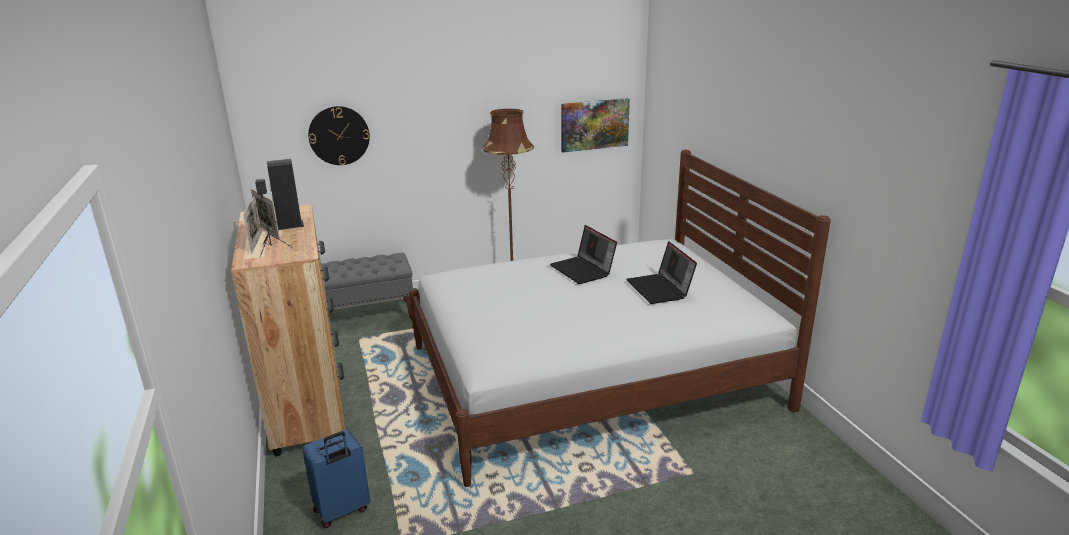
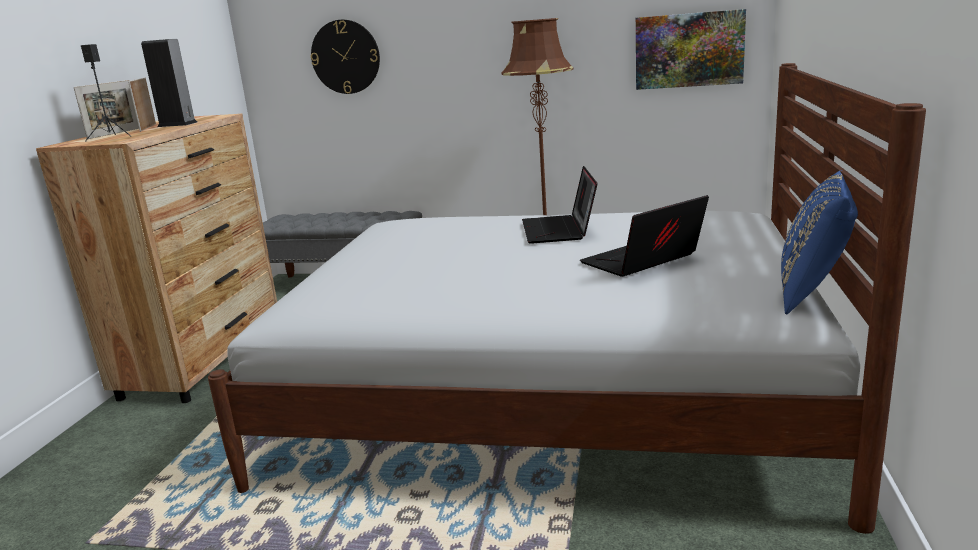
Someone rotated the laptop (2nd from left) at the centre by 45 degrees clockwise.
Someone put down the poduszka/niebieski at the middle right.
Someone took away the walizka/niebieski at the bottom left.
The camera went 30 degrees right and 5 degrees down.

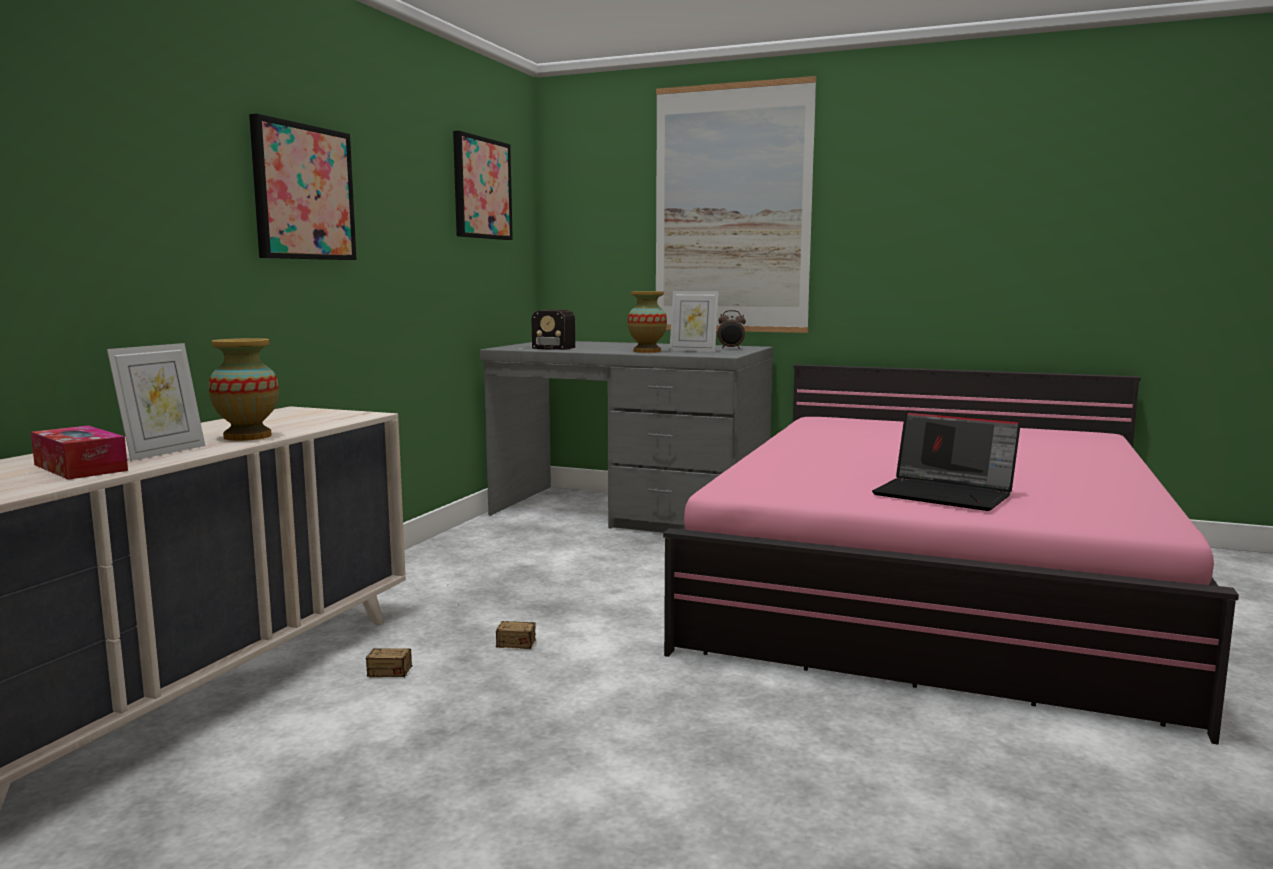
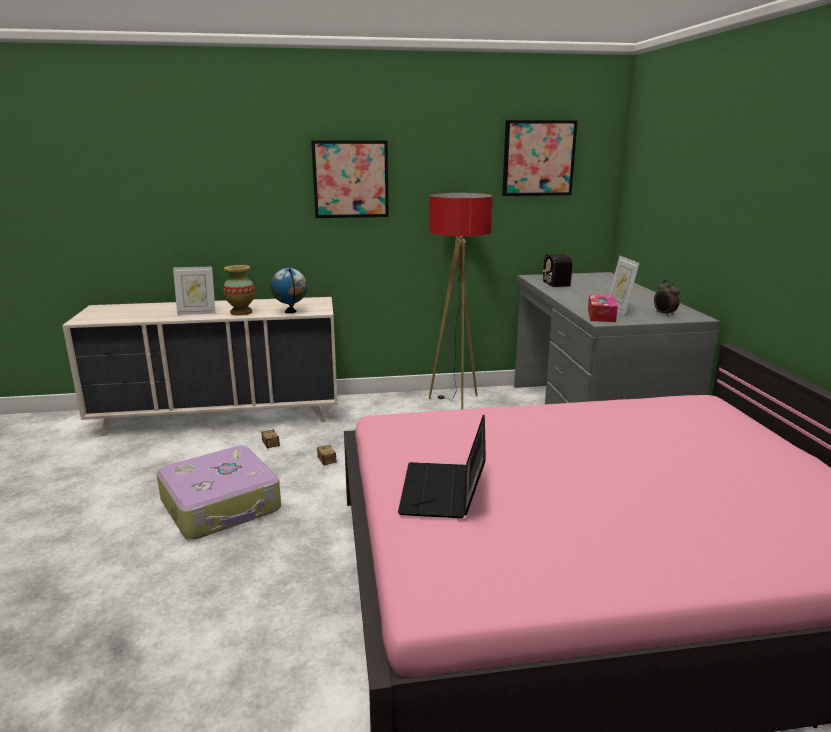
Someone put down the walizka at the bottom left.
Someone put down the globus at the centre.
Someone put down the lampa stojąca at the centre.
Someone carried the pudełko chusteczek from the middle left to the middle right.
Someone took away the wazon (2nd from left) at the centre.
Someone took away the obraz (3rd from left) at the top centre.
The camera went 60 degrees right and 10 degrees up.

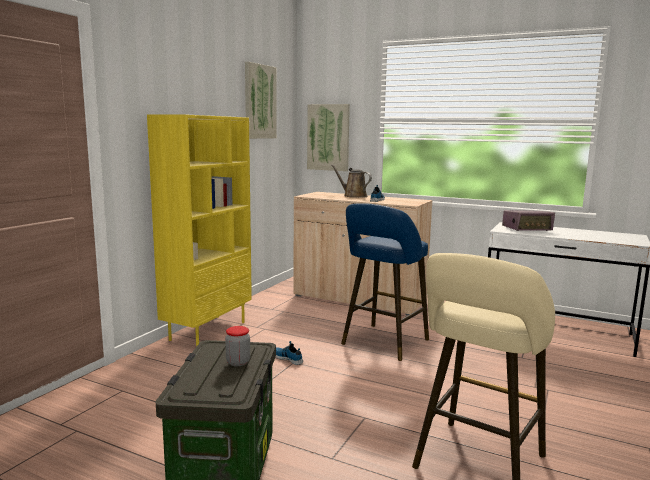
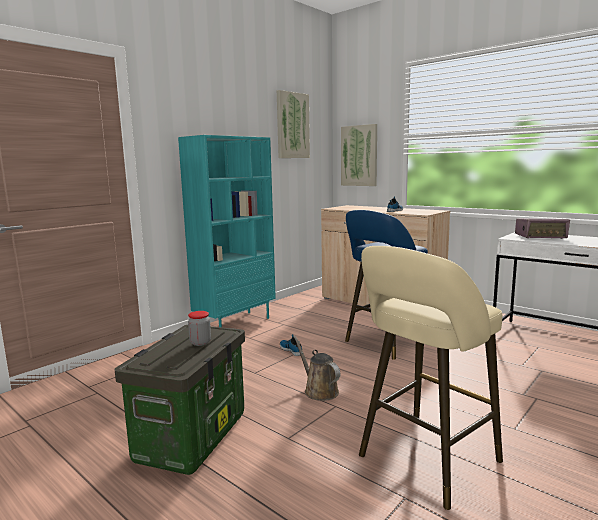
Someone repainted the regał/żółty at the middle left, which became the regał/turkusowy at the centre.
Someone carried the konewka/brązowy from the centre to the bottom centre.
The camera went 15 degrees right and 0 degrees up.

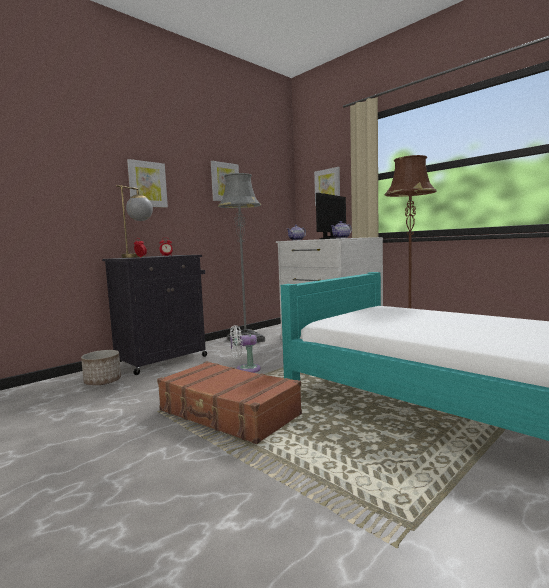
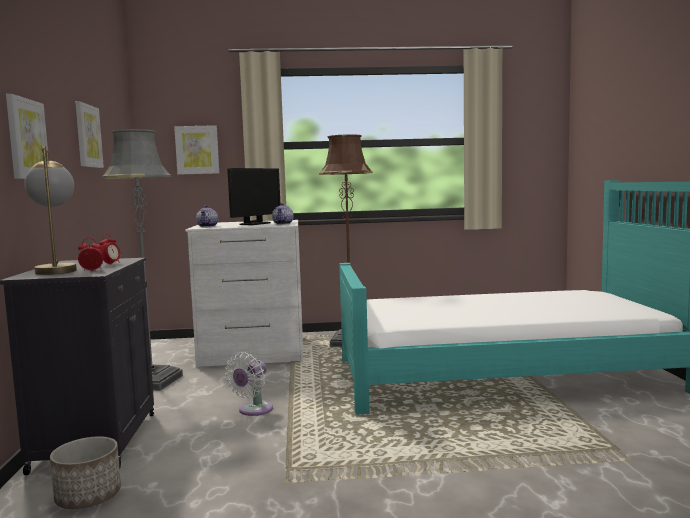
Someone rotated the monitor at the centre by 45 degrees clockwise.
Someone took away the walizka/brązowy at the bottom centre.
The camera went 50 degrees left and 0 degrees up.

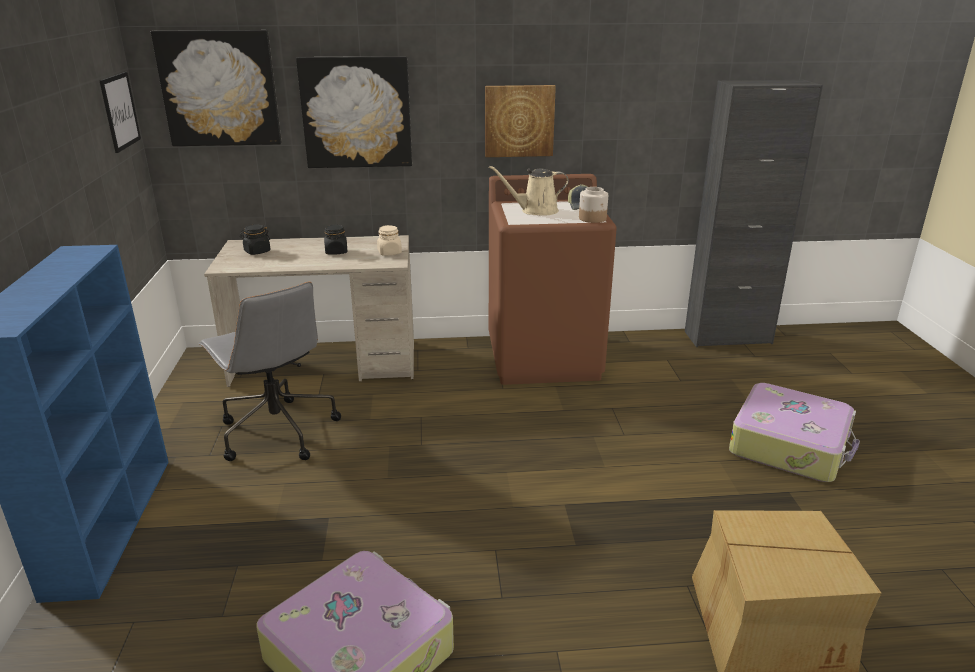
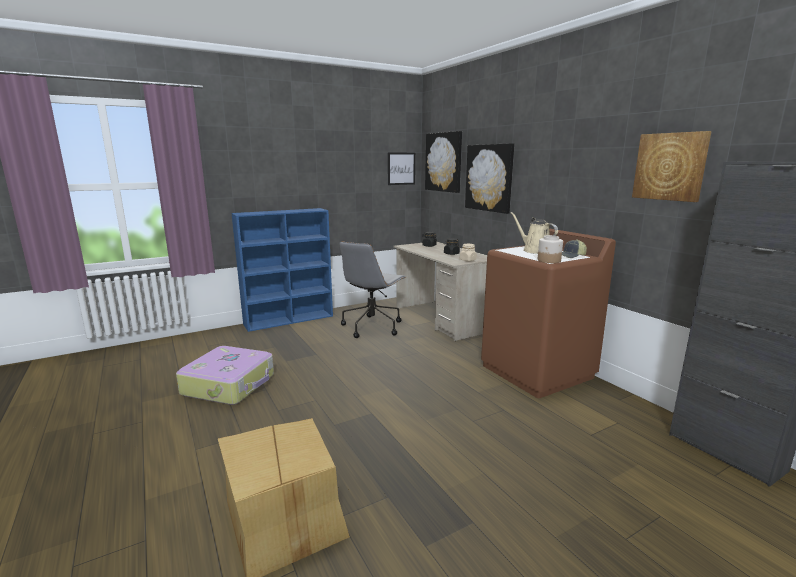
Someone carried the obraz (4th from left) from the top centre to the top right.
Someone took away the walizka (2nd from left) at the middle right.
The camera went 65 degrees right and 10 degrees down.

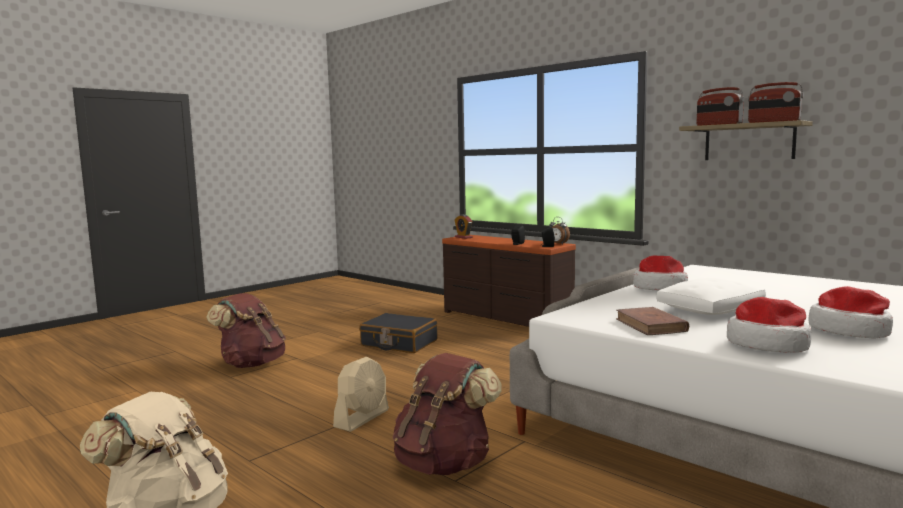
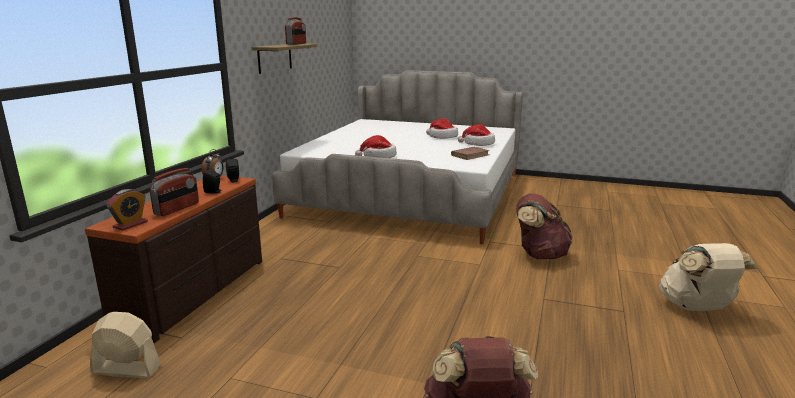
Someone carried the wentylator/beżowy from the bottom centre to the bottom left.
Someone carried the radio (1st from left) from the top right to the middle left.
Someone took away the walizka/czarny at the centre.
Someone took away the poduszka/biały at the middle right.
The camera went 115 degrees left and 10 degrees up.

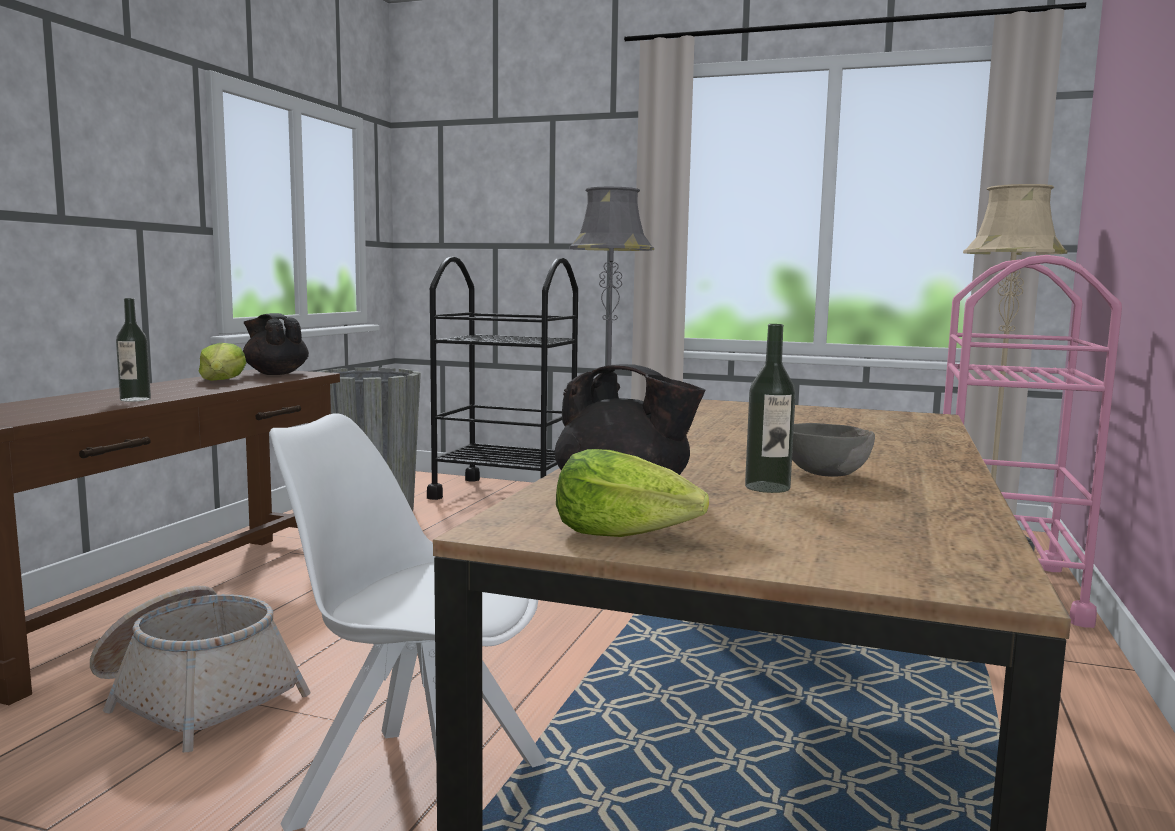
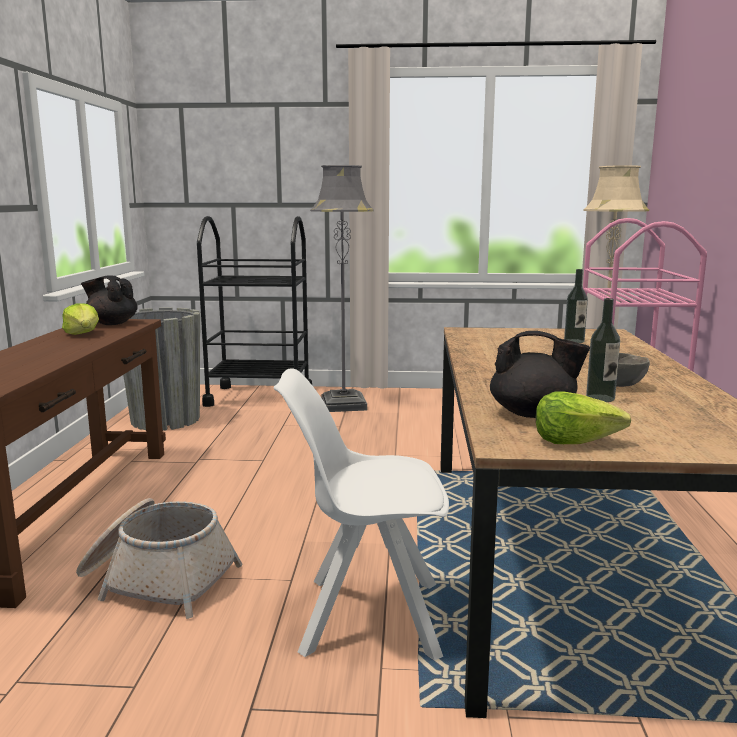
Someone carried the butelka (1st from left) from the middle left to the middle right.
The camera went 15 degrees left and 5 degrees up.

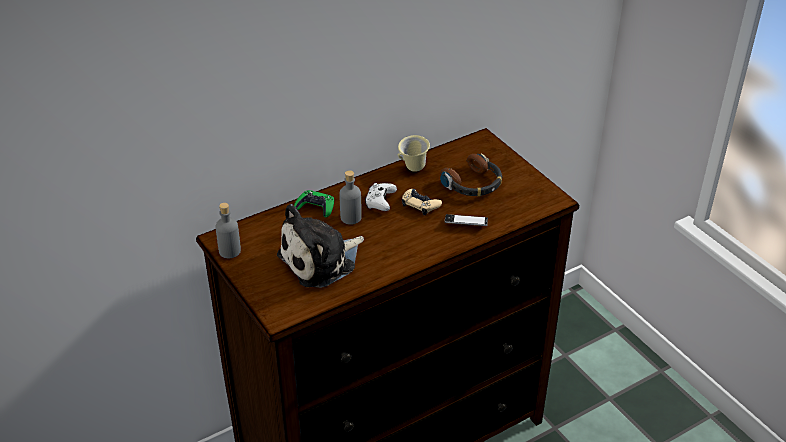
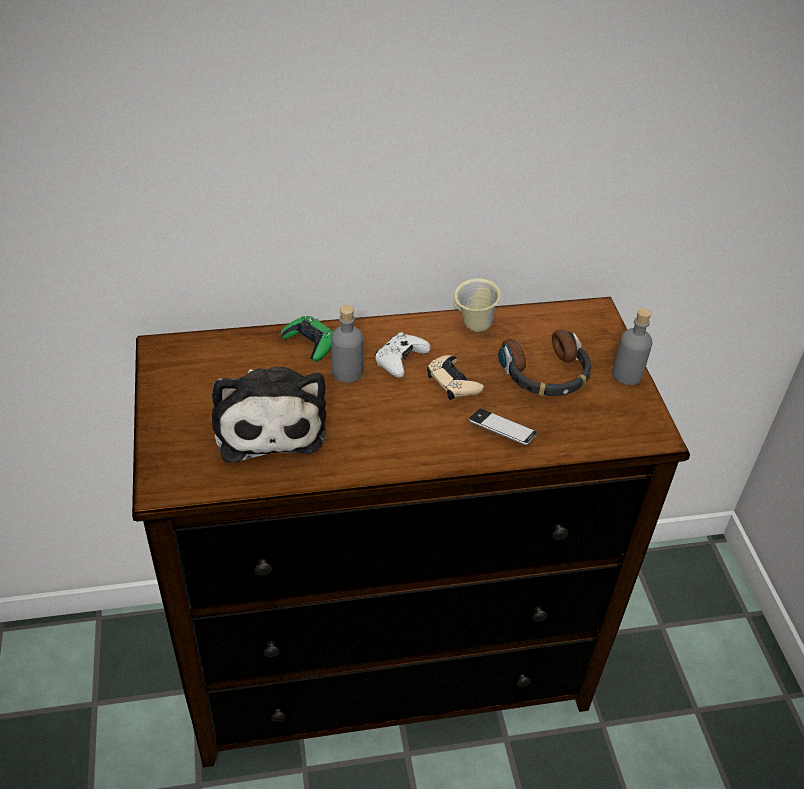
Someone rotated the pluszak at the centre by 90 degrees counterclockwise.
Someone carried the butelka/szary (1st from left in the first image) from the middle left to the middle right.
The camera went 20 degrees right and 5 degrees up.

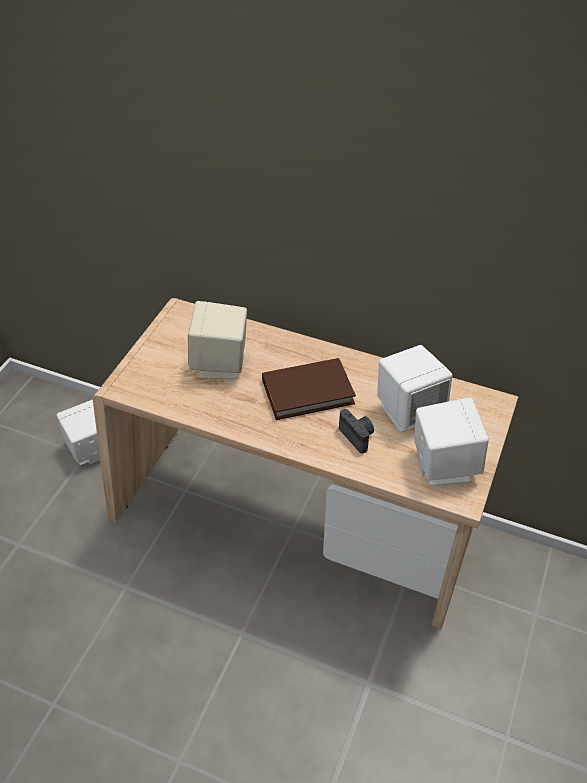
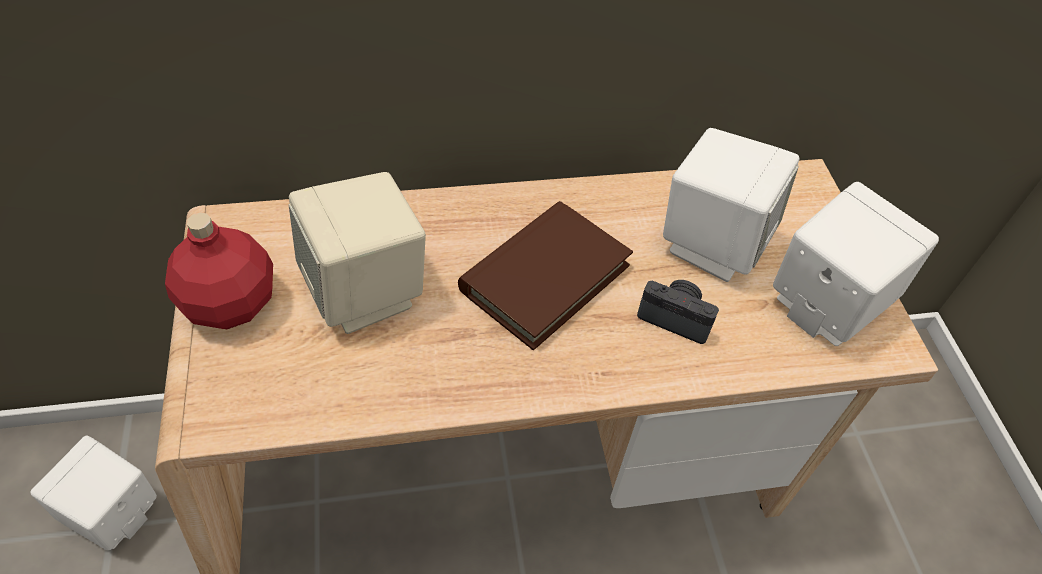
Someone put down the butelka/czerwony at the middle left.
The camera went 35 degrees left and 5 degrees up.

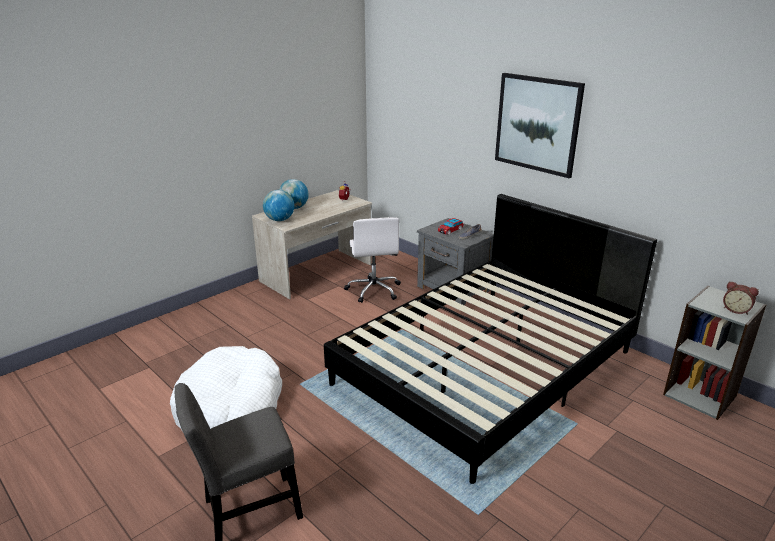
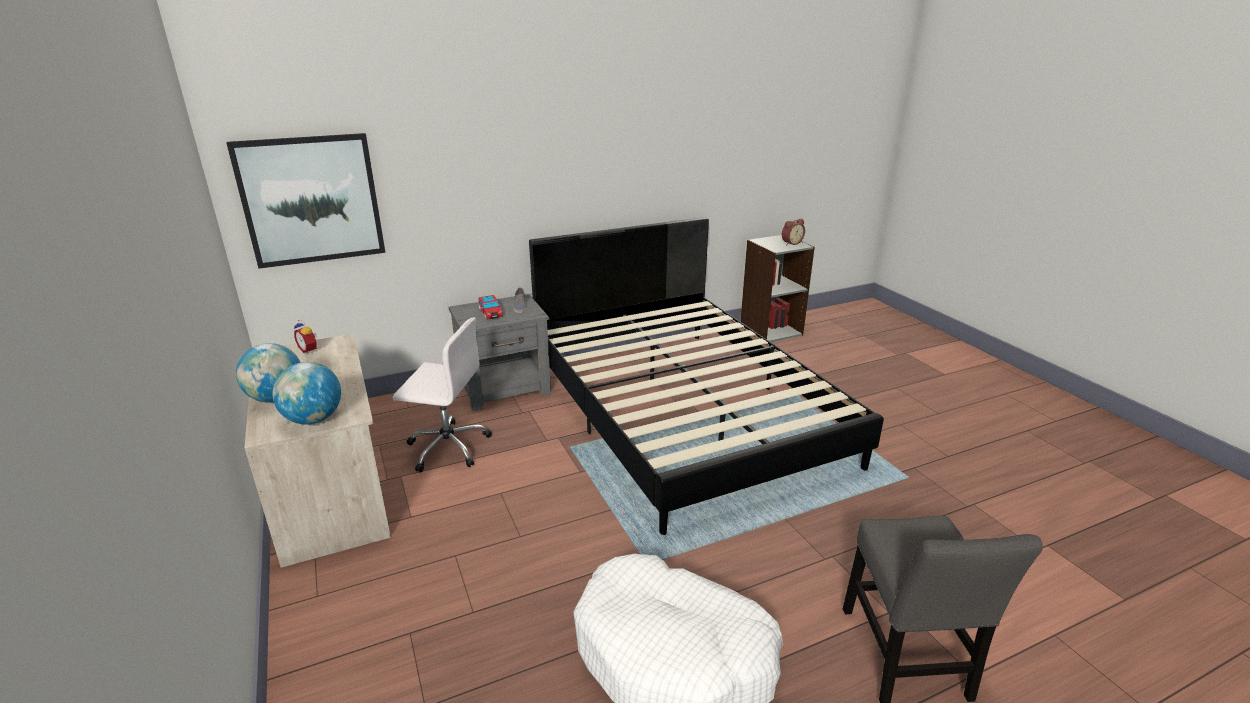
Someone carried the obraz from the top right to the top left.
The camera went 70 degrees left and 0 degrees up.

